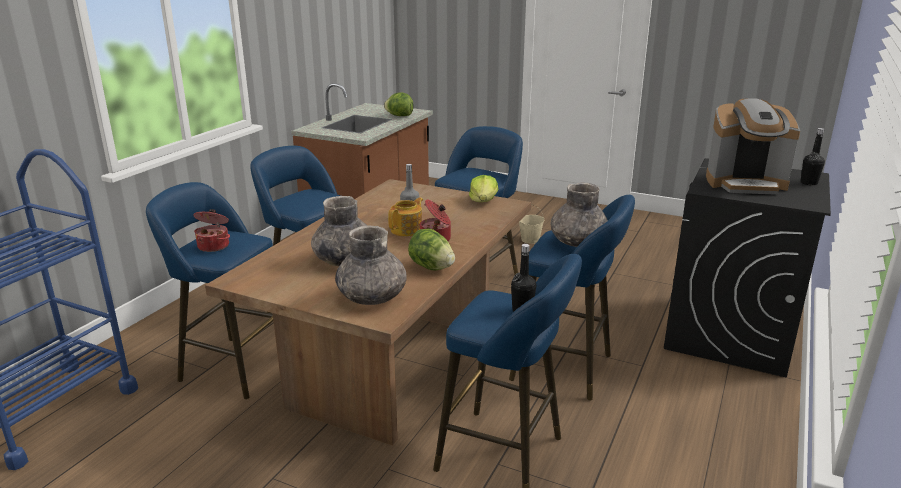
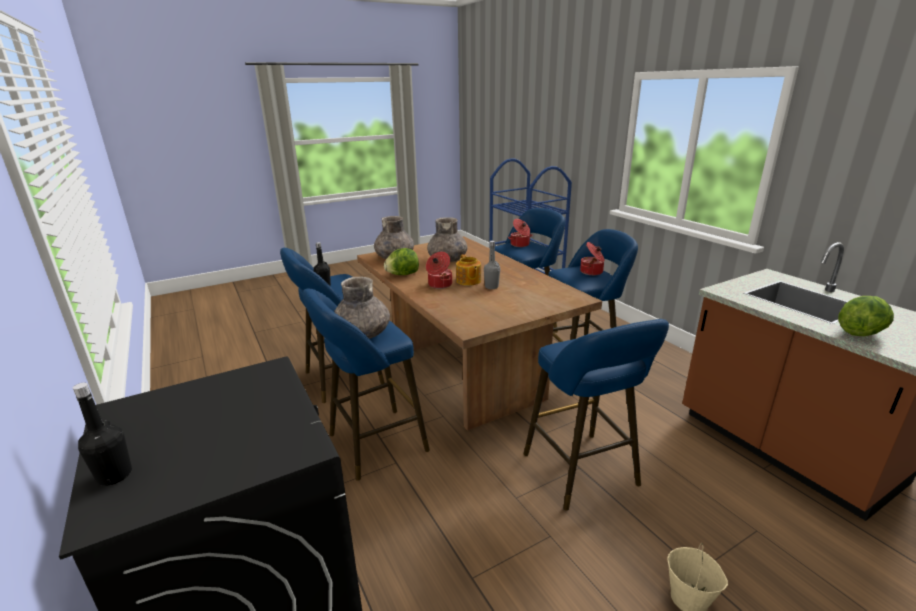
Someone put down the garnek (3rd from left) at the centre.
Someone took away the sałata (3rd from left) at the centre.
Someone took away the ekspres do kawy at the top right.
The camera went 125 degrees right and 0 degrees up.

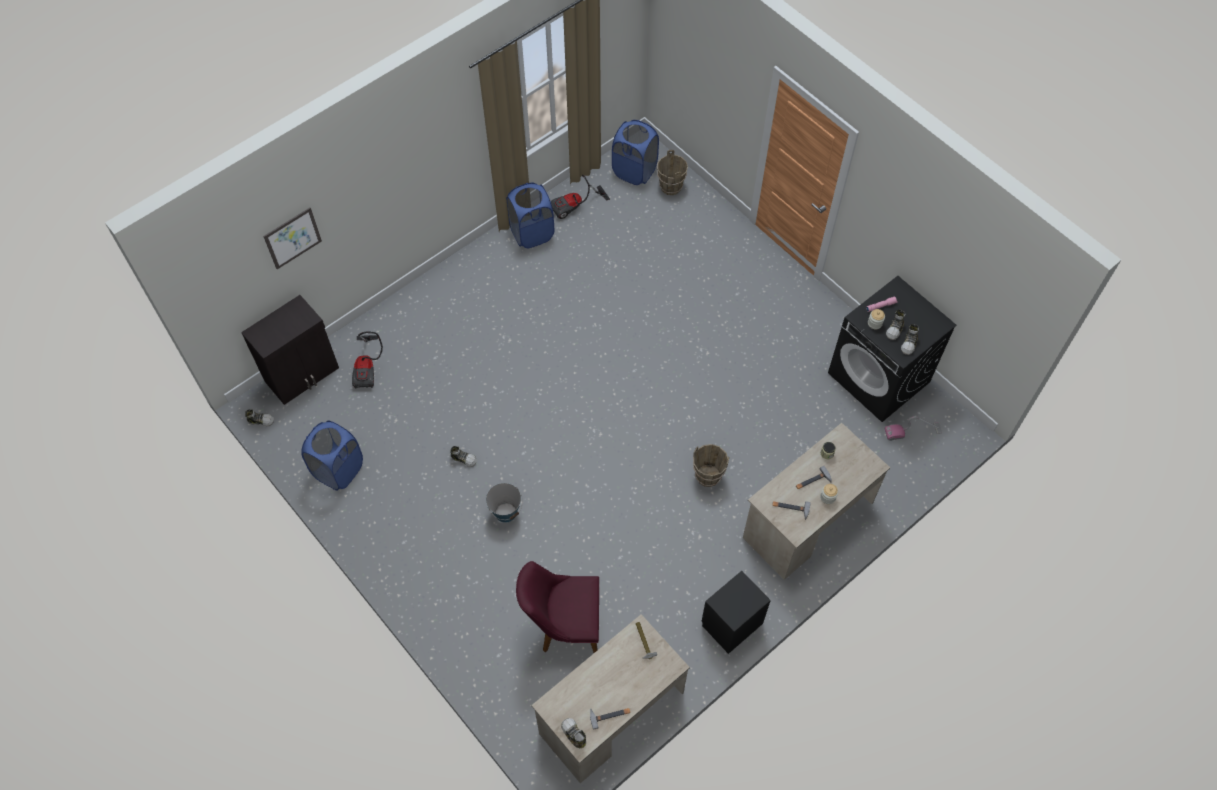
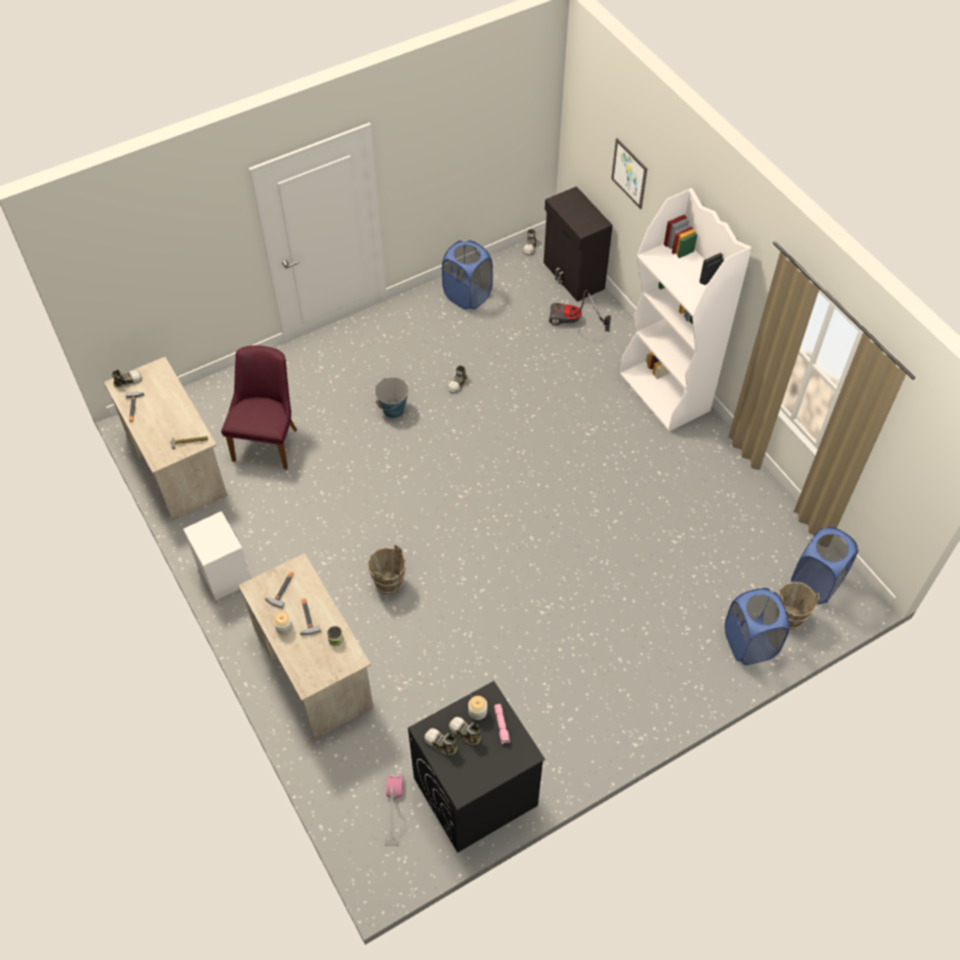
Someone repainted the szafka nocna/czarny at the bottom centre, which became the szafka nocna/biały at the middle left.
Someone put down the regał/biały at the top right.
Someone carried the kosz na pranie/niebieski (2nd from left) from the top centre to the middle right.
Someone took away the odkurzacz (2nd from left) at the top centre.
The camera went 100 degrees right and 5 degrees down.

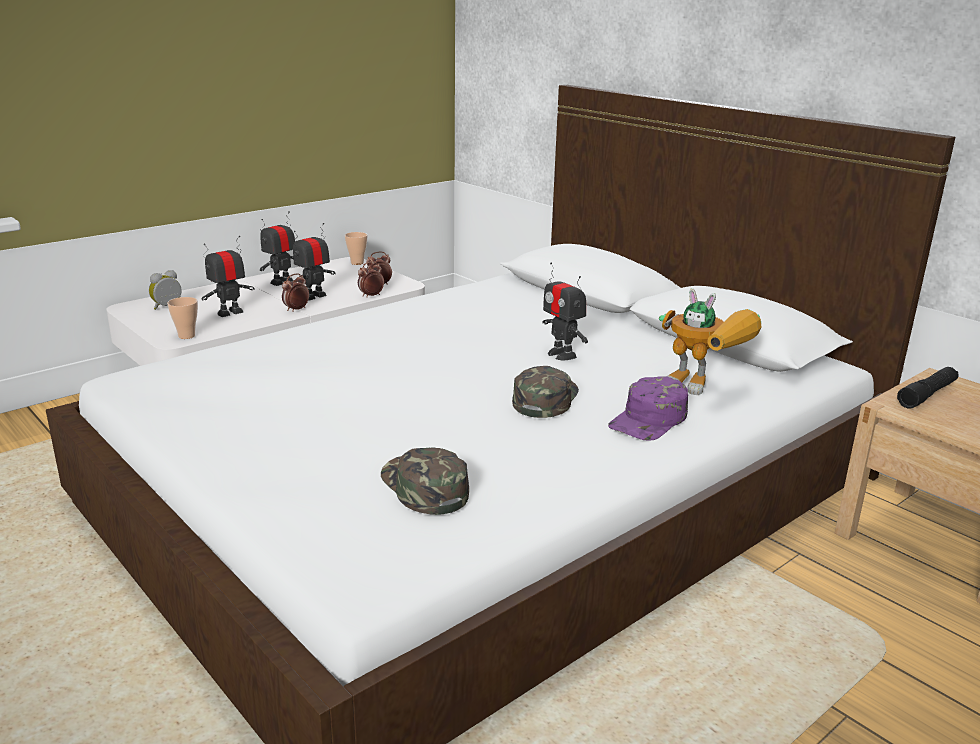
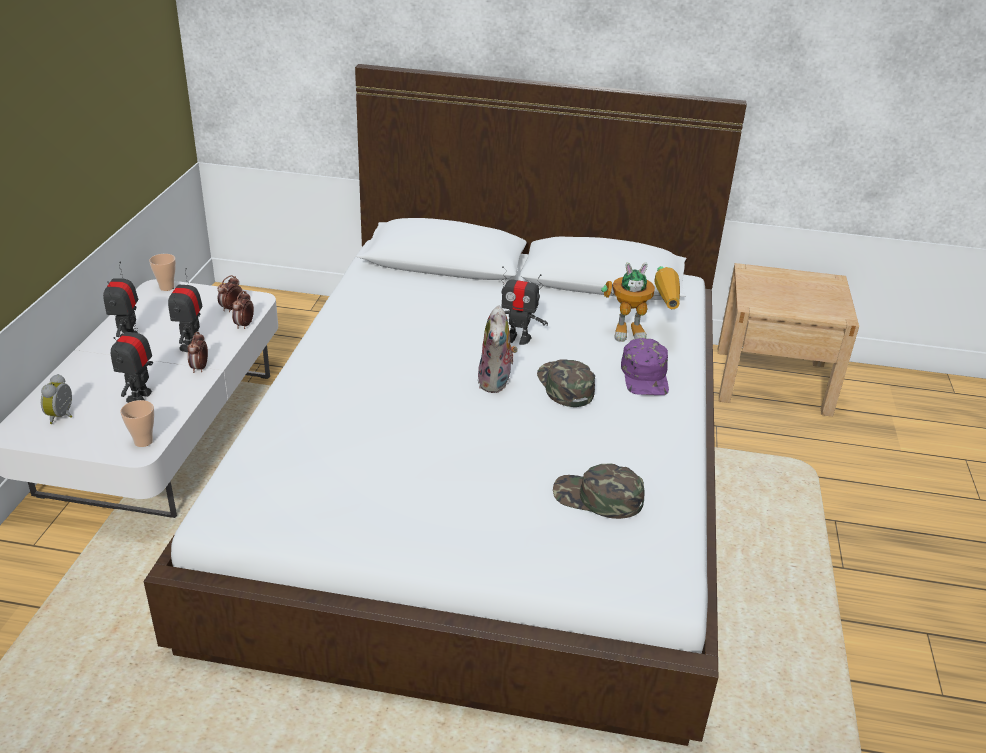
Someone put down the pluszak at the centre.
Someone took away the latarka/czarny at the middle right.
The camera went 40 degrees left and 10 degrees up.

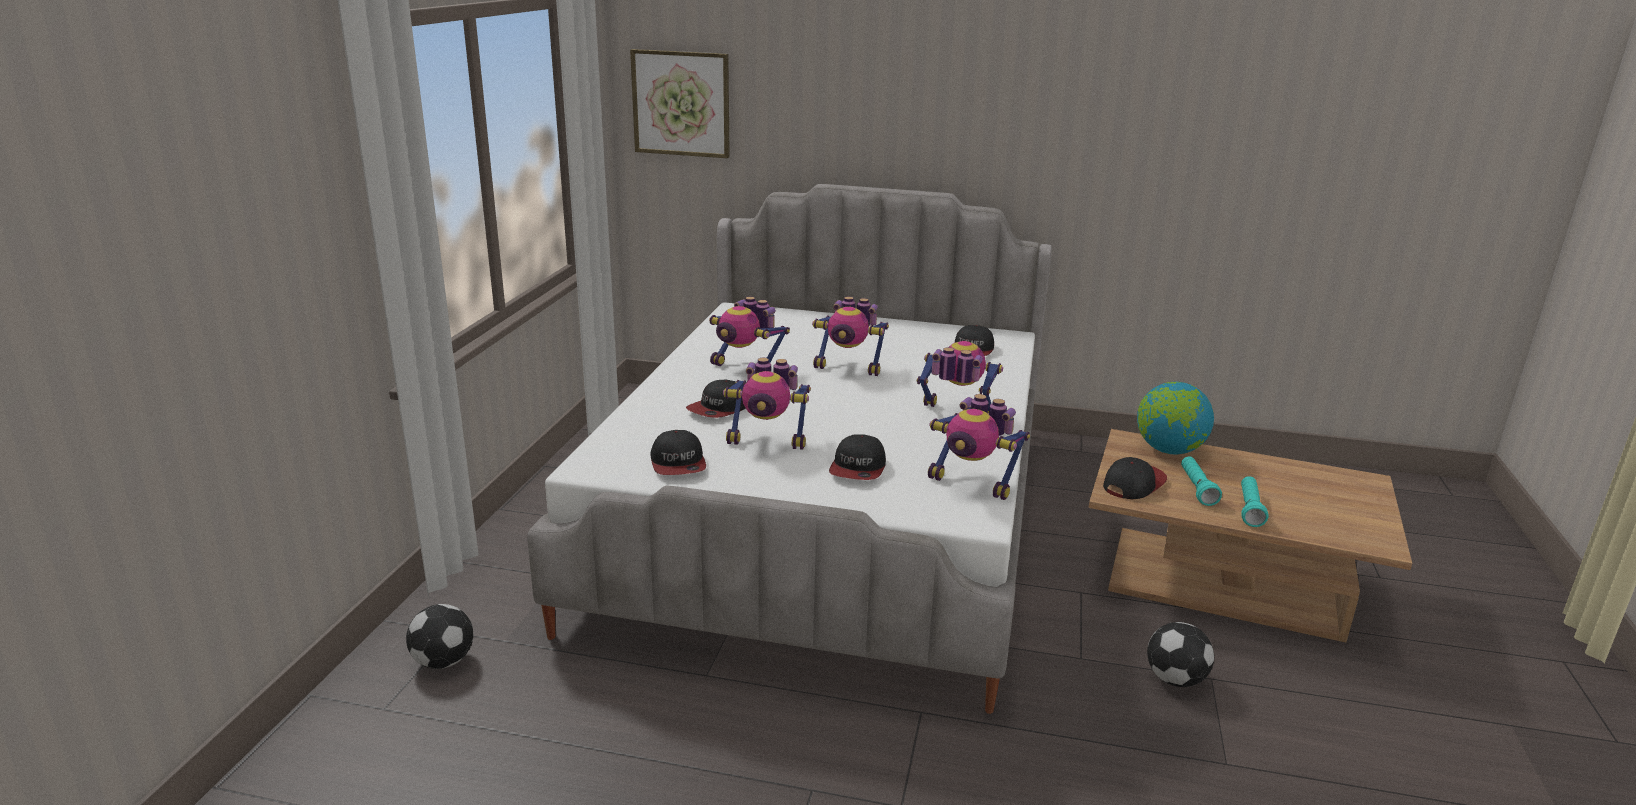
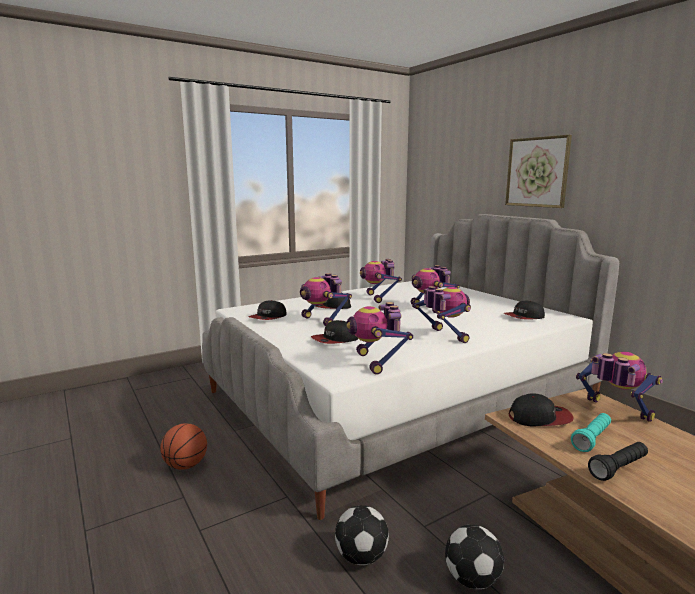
Someone put down the piłka do koszykówki at the bottom left.
Someone carried the piłka futbolowa (1st from left) from the bottom left to the bottom centre.
Someone carried the obraz from the top centre to the top right.
Someone swapped the globus at the middle right for the robot zabawkowy (6th from left) at the middle right.
Someone repainted the latarka/turkusowy (2nd from left) at the middle right, which became the latarka/czarny at the bottom right.
The camera went 45 degrees right and 10 degrees down.

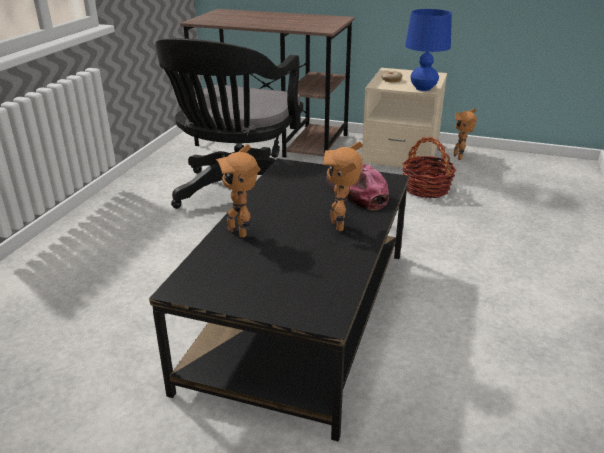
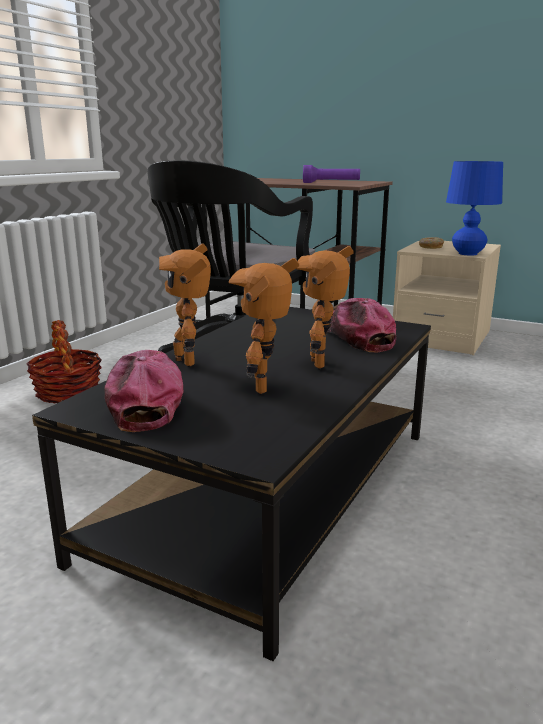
Someone carried the koszyk from the middle right to the middle left.
Someone put down the czapka z daszkiem (1st from left) at the middle left.
Someone carried the robot zabawkowy (3rd from left in the first image) from the top right to the centre.
Someone put down the latarka/fioletowy at the top centre.
The camera went 10 degrees right and 10 degrees down.

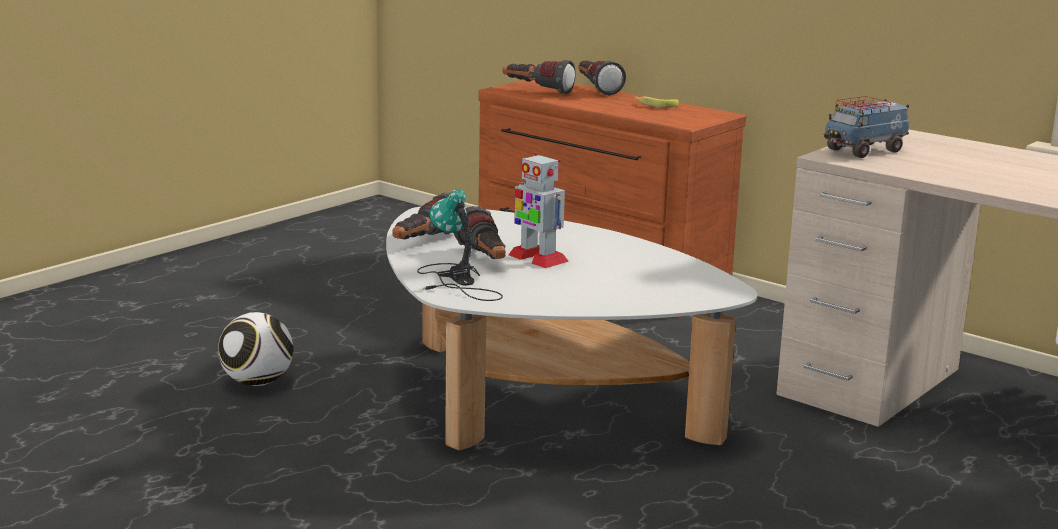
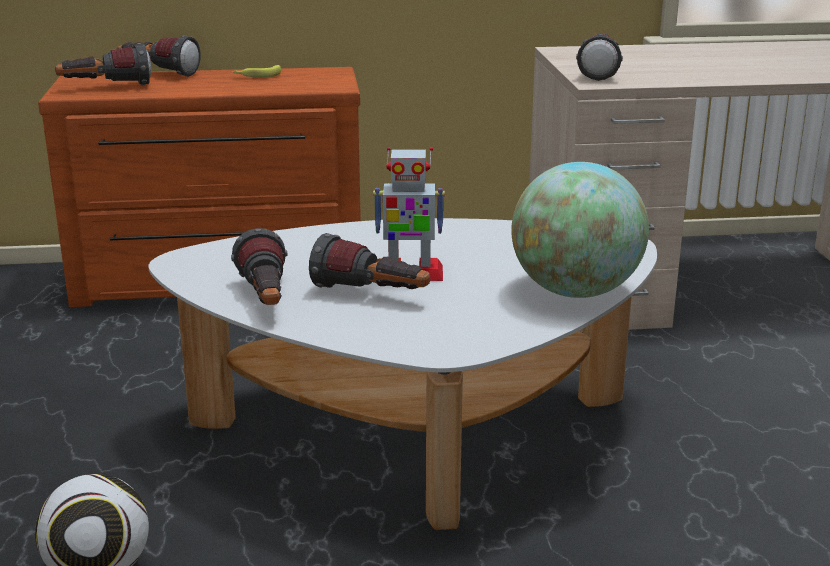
Someone put down the globus at the middle right.
Someone swapped the ciężarówka zabawkowa at the top right for the latarka (5th from left) at the top right.
Someone took away the lampa stołowa at the centre.
The camera went 45 degrees left and 5 degrees up.

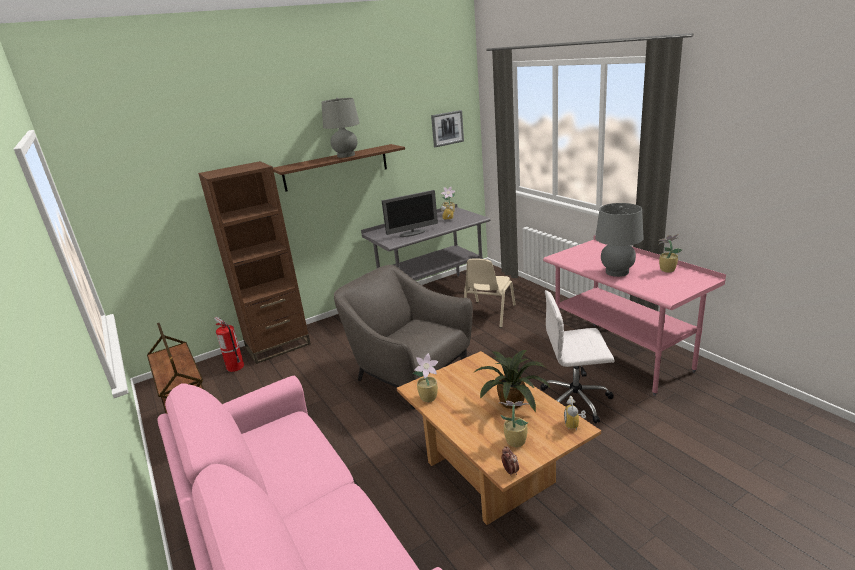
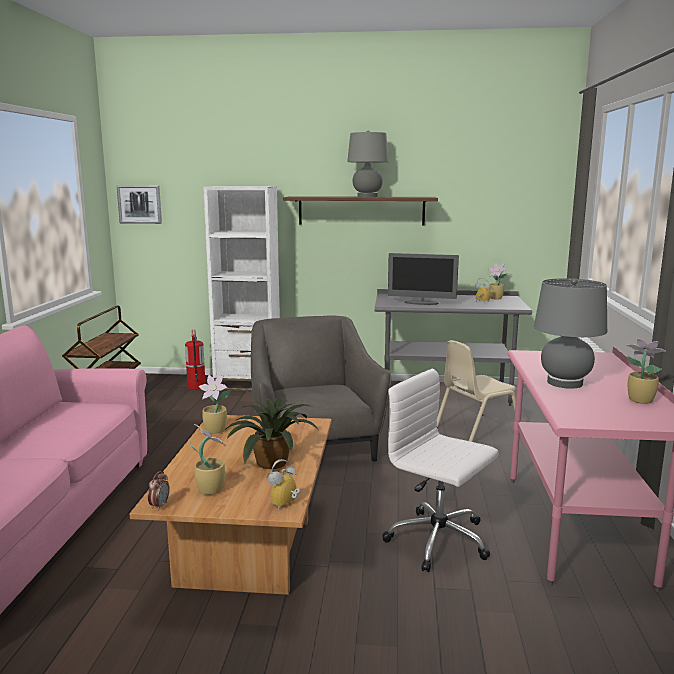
Someone carried the obraz from the top centre to the top left.
Someone repainted the regał/brązowy at the middle left, which became the regał/biały at the centre.
The camera went 35 degrees right and 10 degrees down.

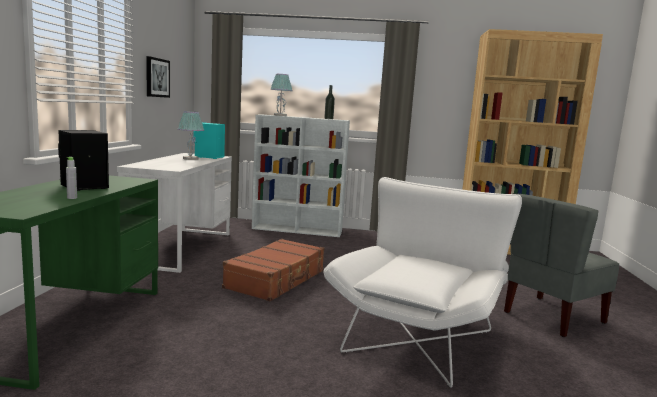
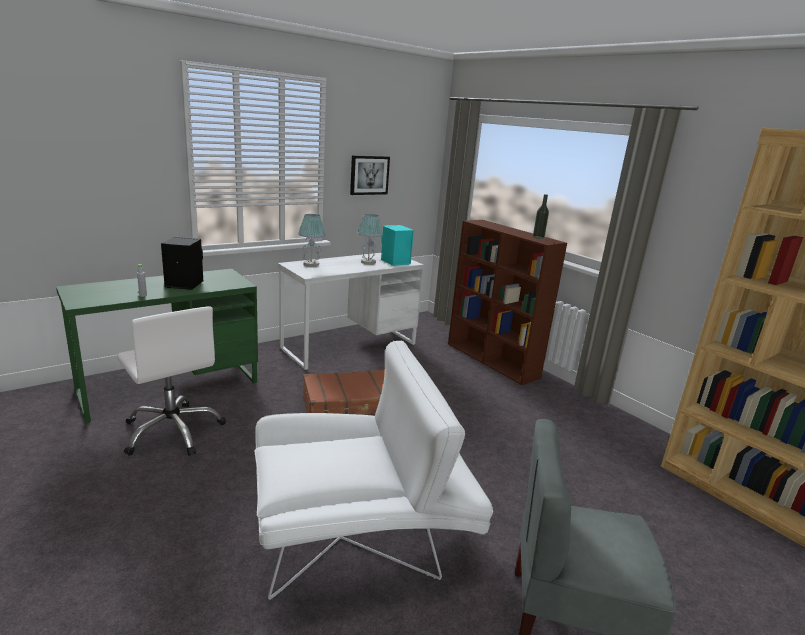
Someone put down the krzesło biurowe/biały at the middle left.
Someone carried the lampa stołowa (2nd from left in the first image) from the top centre to the centre.
Someone repainted the regał/biały at the centre, which became the regał/brązowy (1st from left) at the centre.
The camera went 45 degrees right and 10 degrees up.

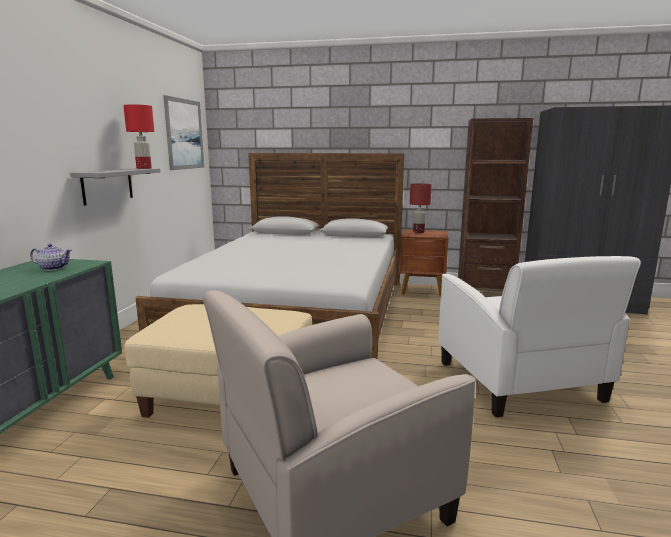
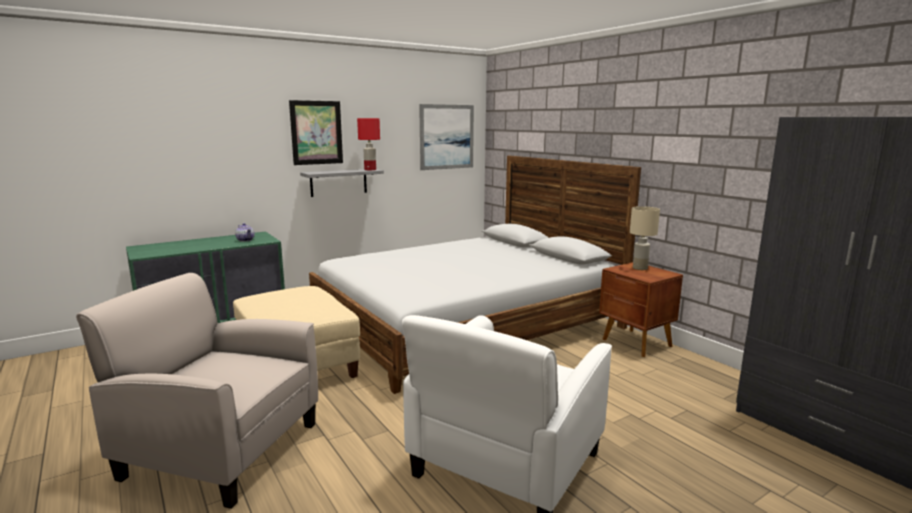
Someone put up the obraz (1st from left) at the top centre.
Someone repainted the lampa stołowa/czerwony (2nd from left) at the centre, which became the lampa stołowa/beżowy at the middle right.
Someone took away the regał/brązowy at the middle right.
The camera went 45 degrees right and 0 degrees up.

